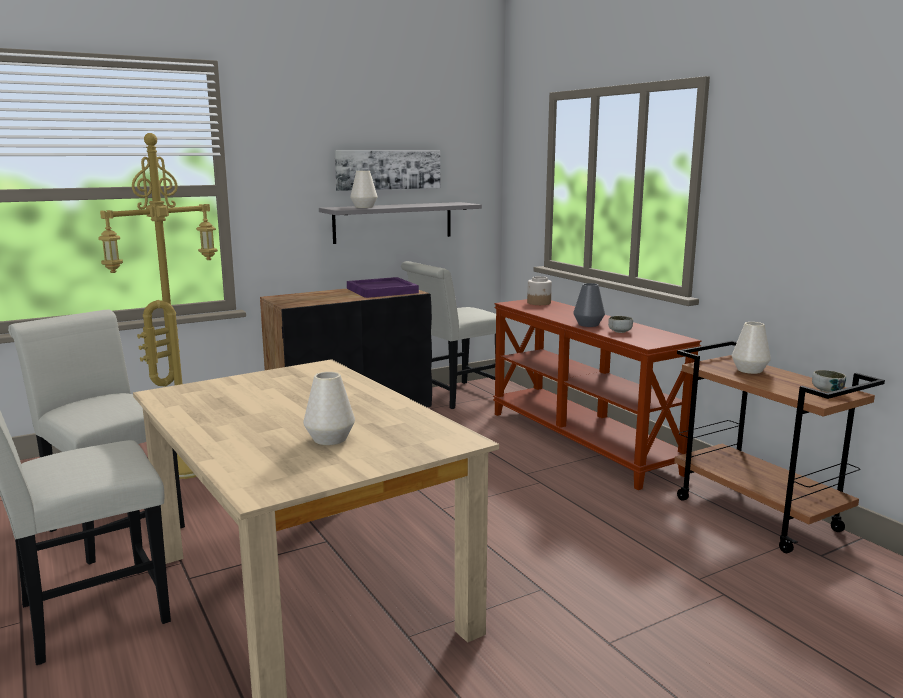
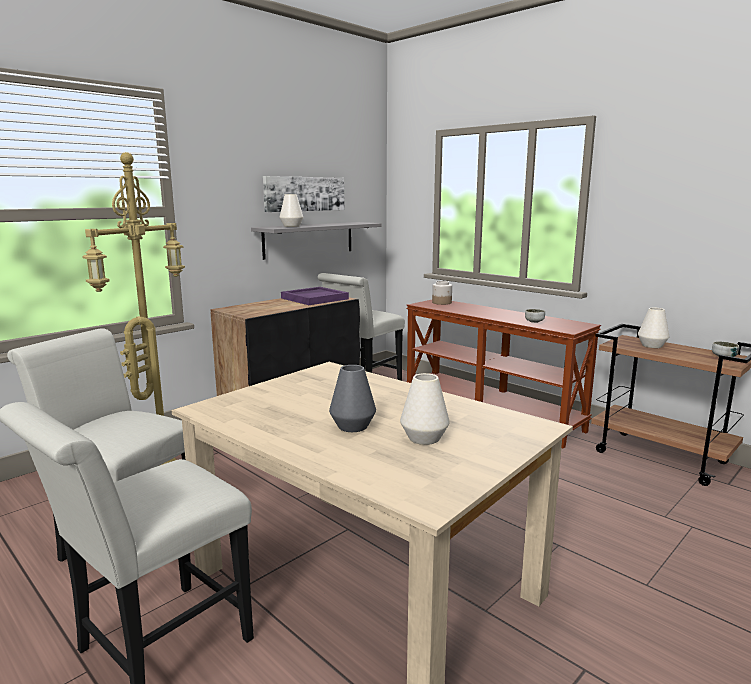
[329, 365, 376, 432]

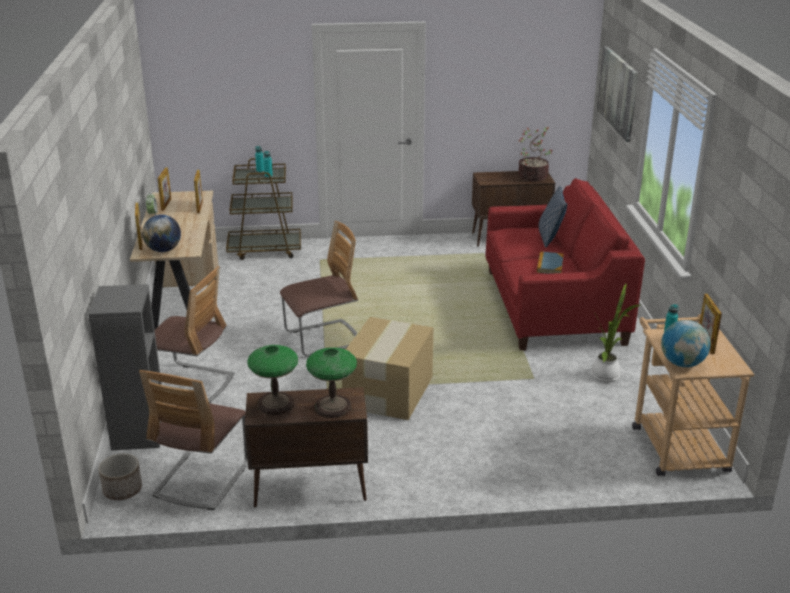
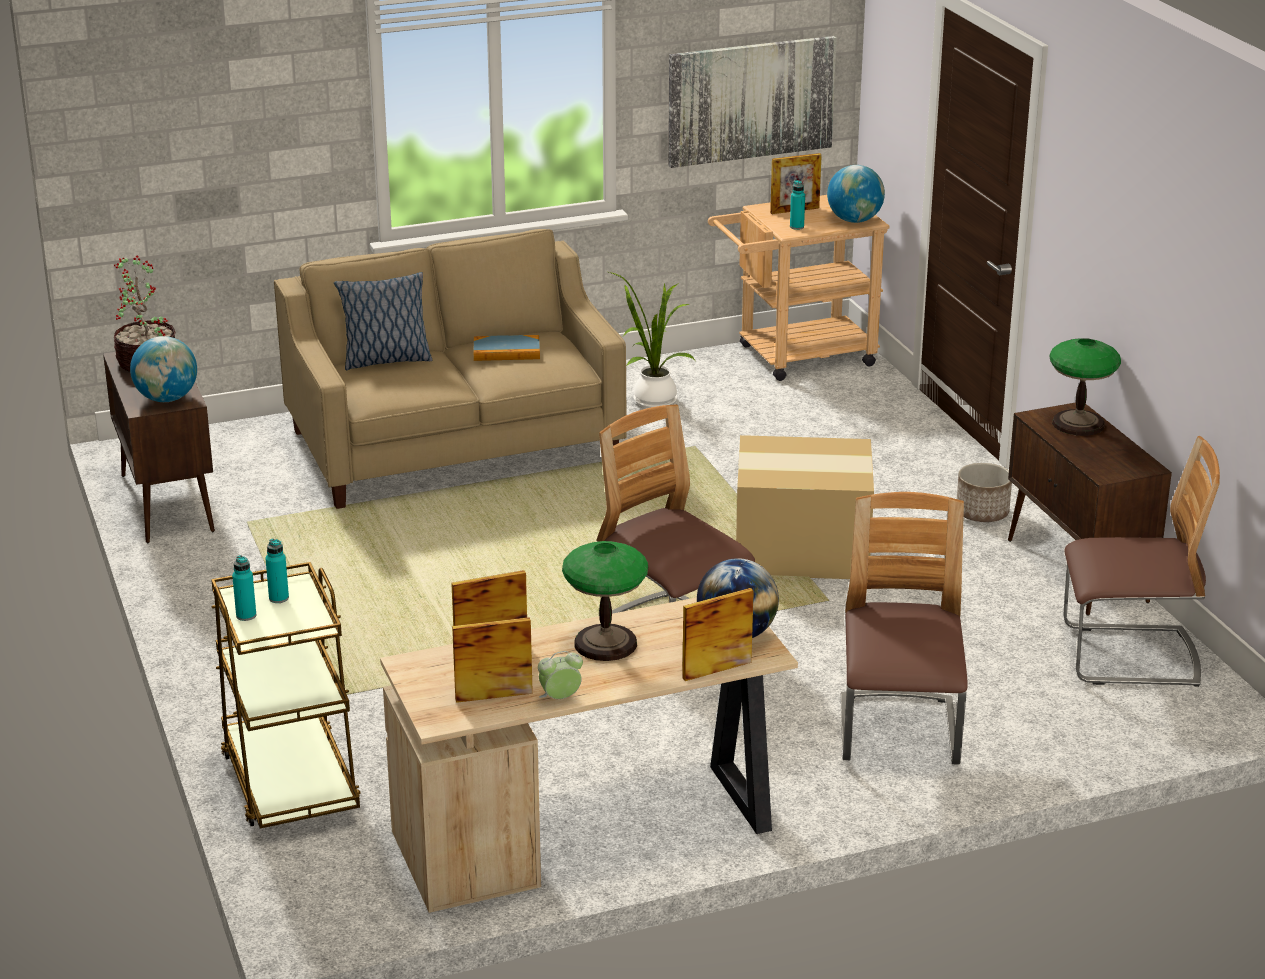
[130, 336, 197, 402]
[274, 229, 627, 509]
[562, 541, 648, 661]
[668, 36, 837, 168]
[957, 463, 1012, 522]
[88, 284, 164, 451] (first image)

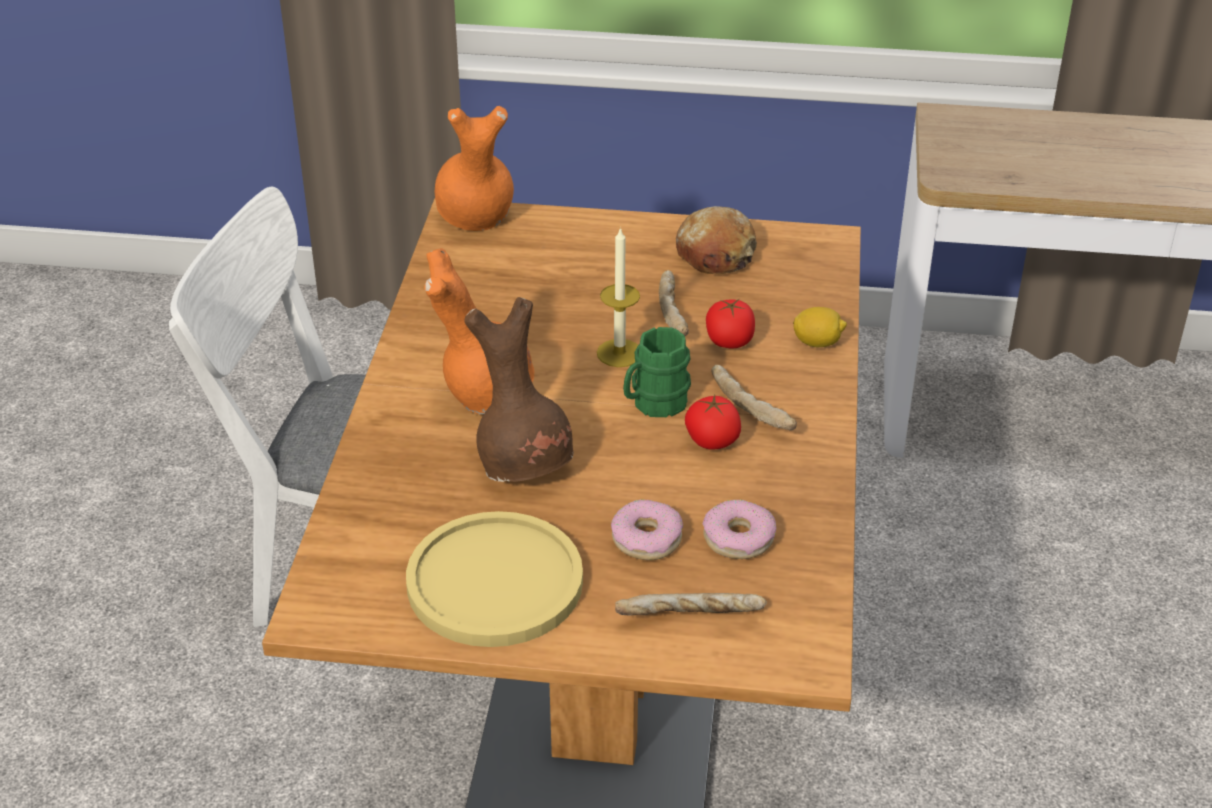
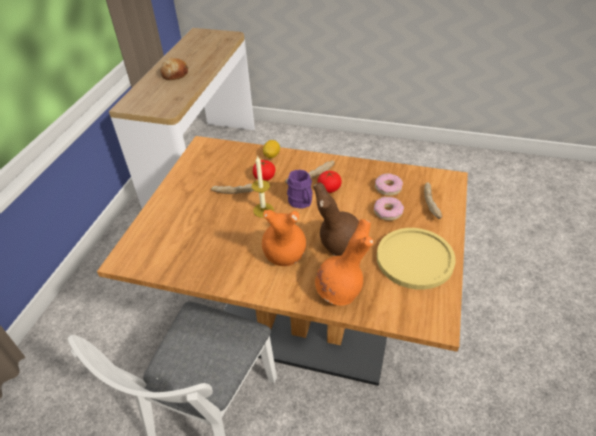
[160, 57, 188, 80]
[287, 170, 312, 209]
[315, 219, 374, 306]

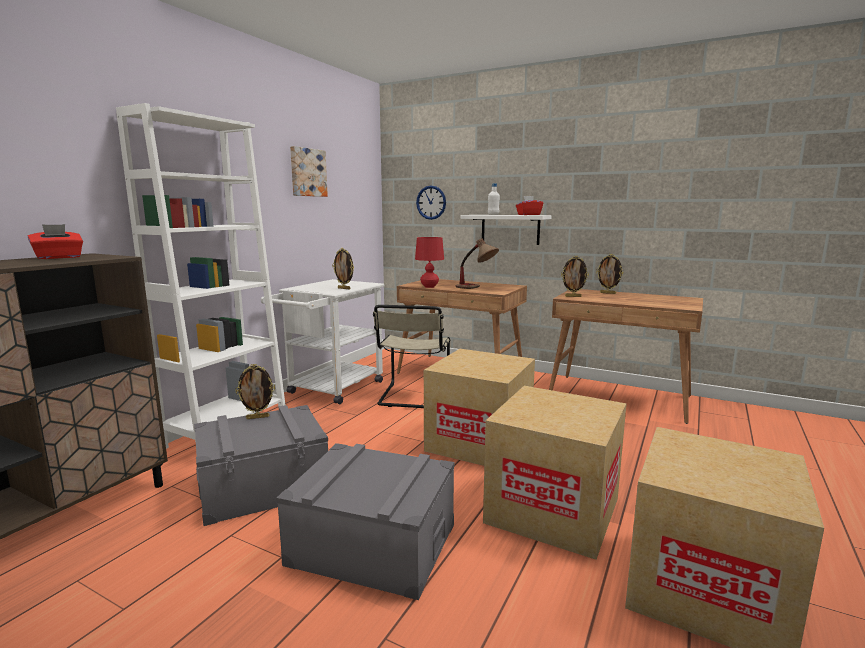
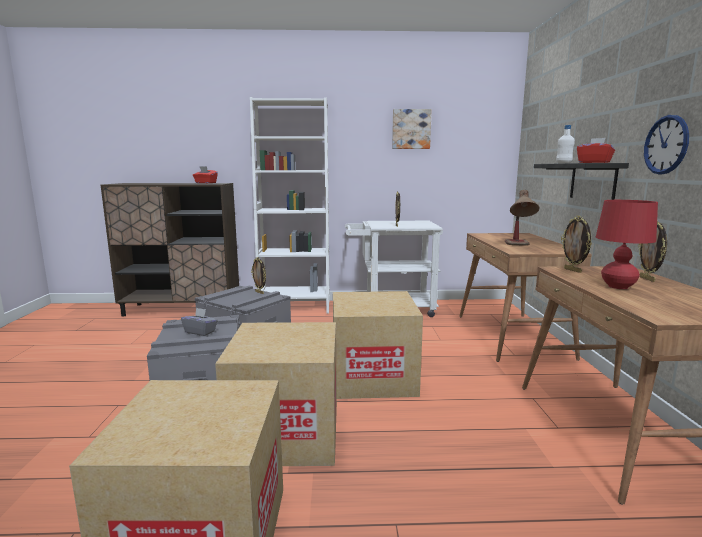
[181, 308, 218, 336]
[534, 163, 629, 200]
[596, 200, 658, 289]
[644, 115, 689, 175]
[373, 305, 451, 408] (first image)

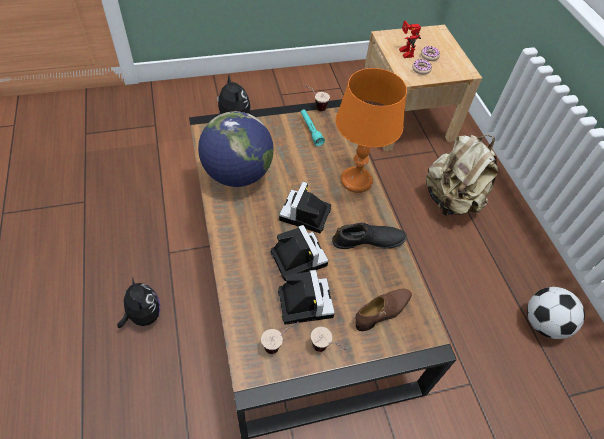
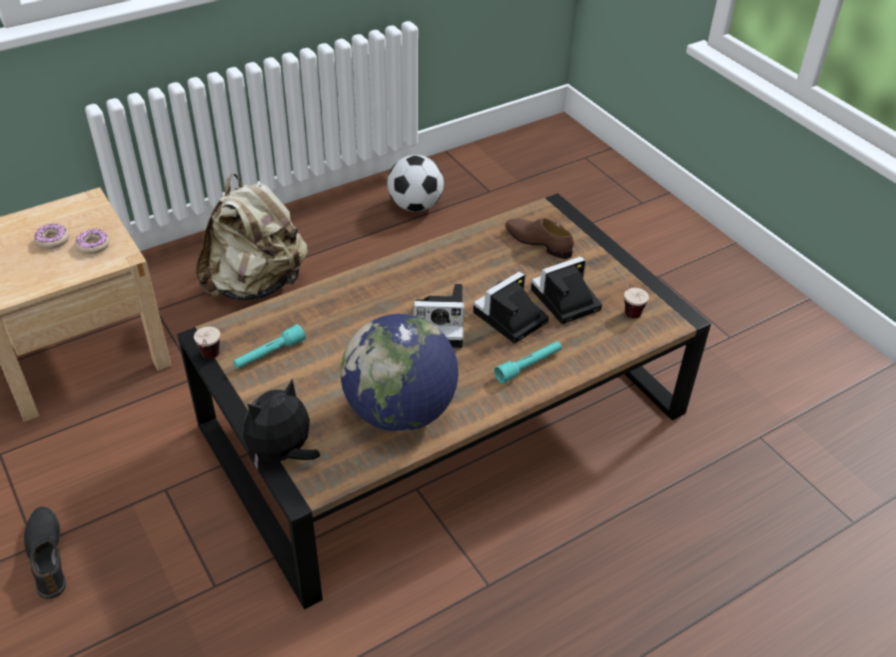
[24, 507, 66, 599]
[494, 341, 562, 384]
[117, 278, 160, 328] (first image)
[311, 327, 347, 352] (first image)
[336, 68, 407, 193] (first image)
[399, 21, 421, 58] (first image)

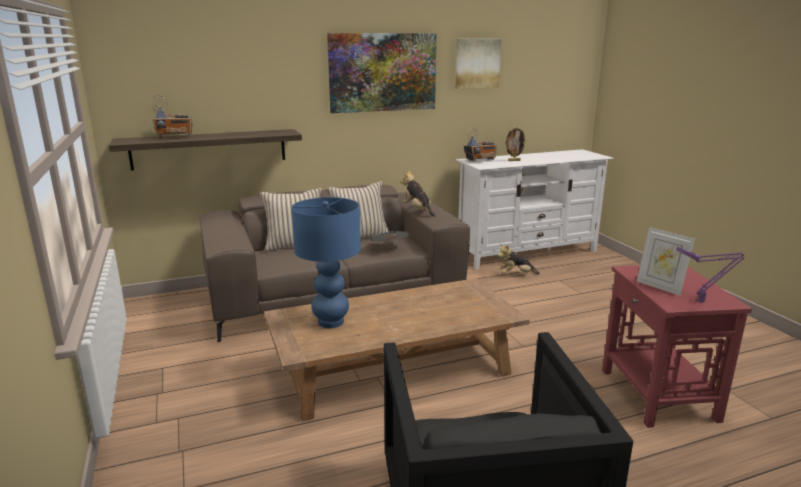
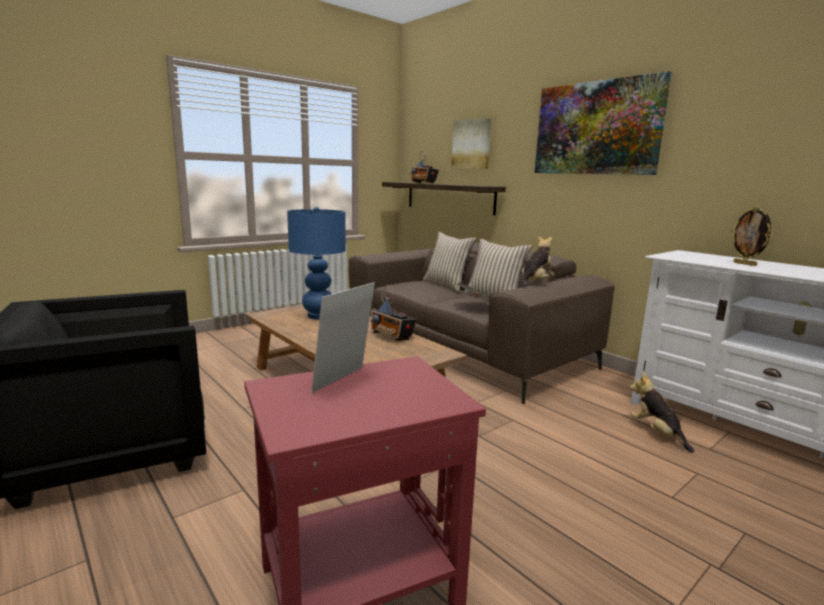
[370, 285, 416, 341]
[451, 118, 491, 169]
[676, 247, 744, 303] (first image)

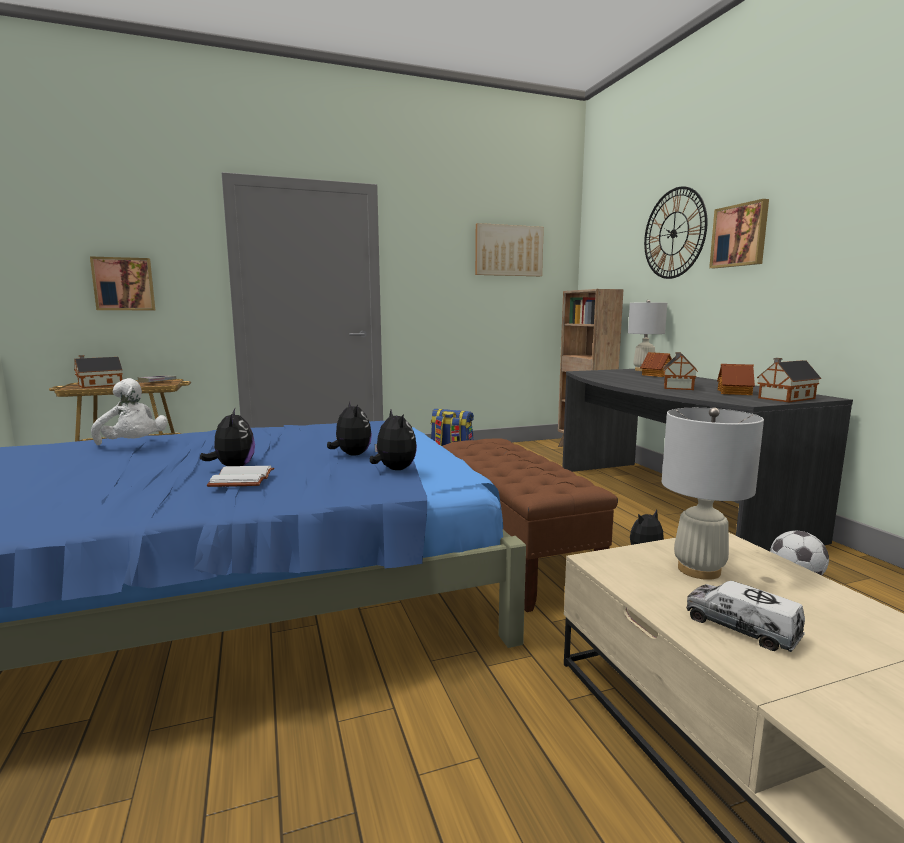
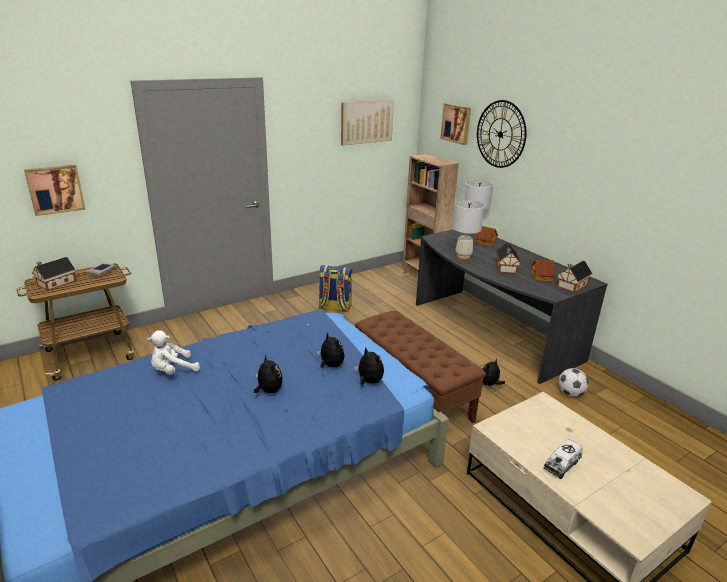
[147, 330, 200, 375]
[441, 103, 471, 145]
[452, 200, 485, 260]
[544, 439, 583, 479]
[207, 466, 274, 487] (first image)

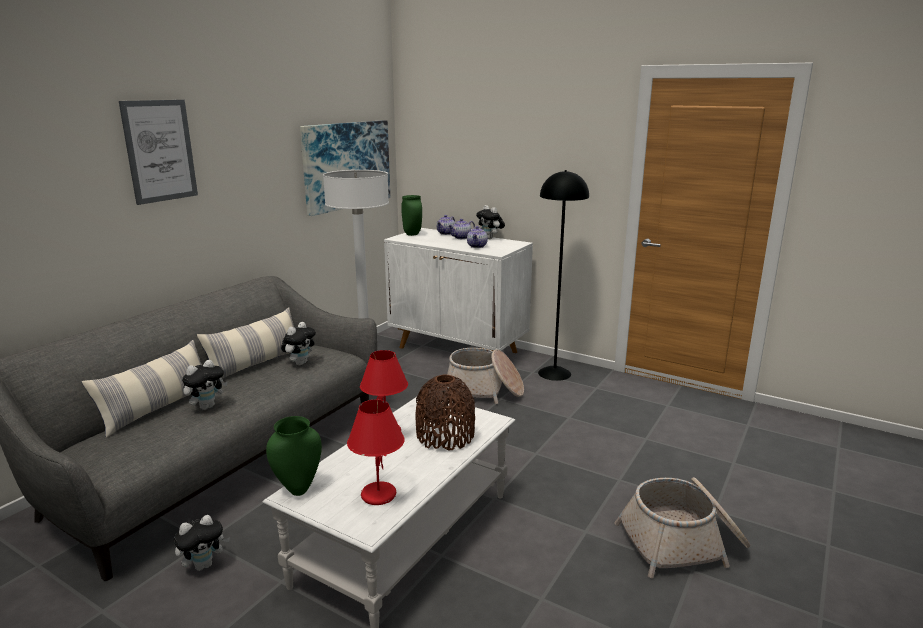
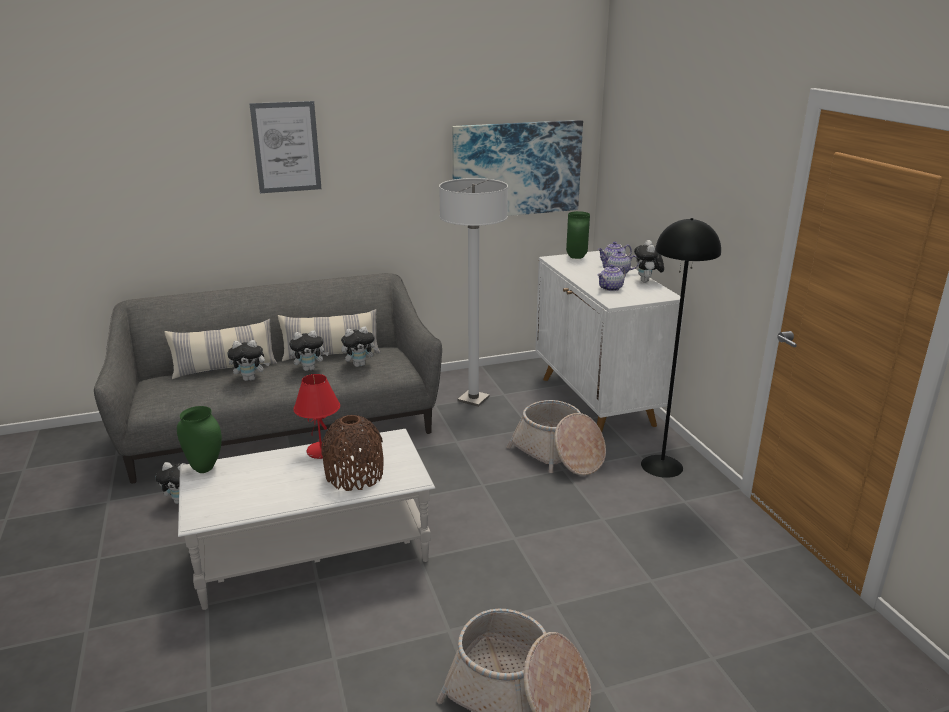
[289, 330, 329, 371]
[347, 400, 405, 505] (first image)

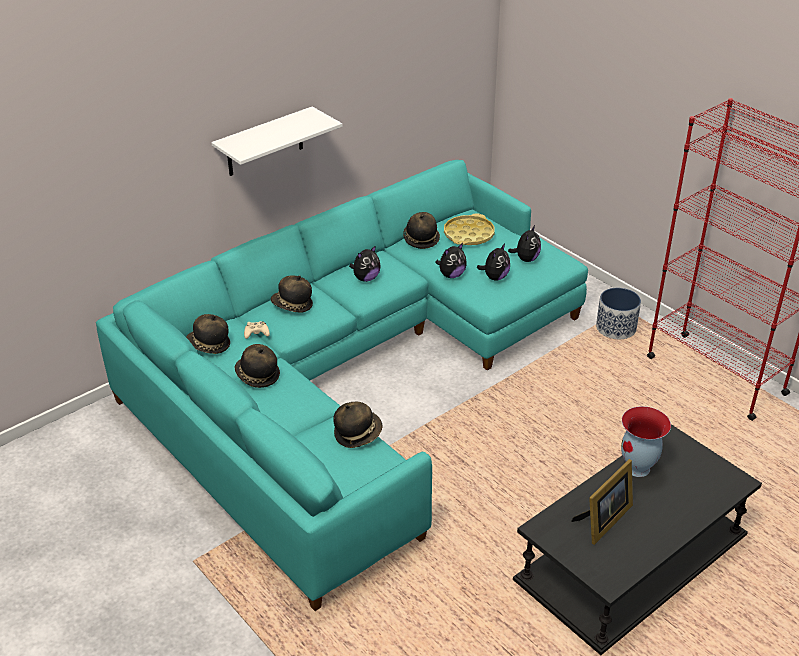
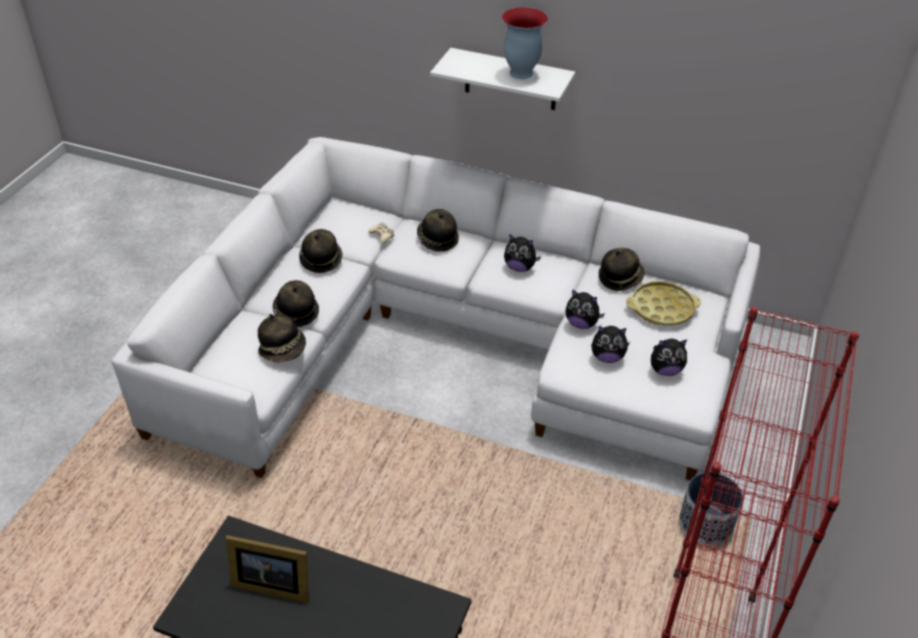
[112, 137, 760, 480]
[273, 280, 319, 327]
[502, 7, 548, 79]

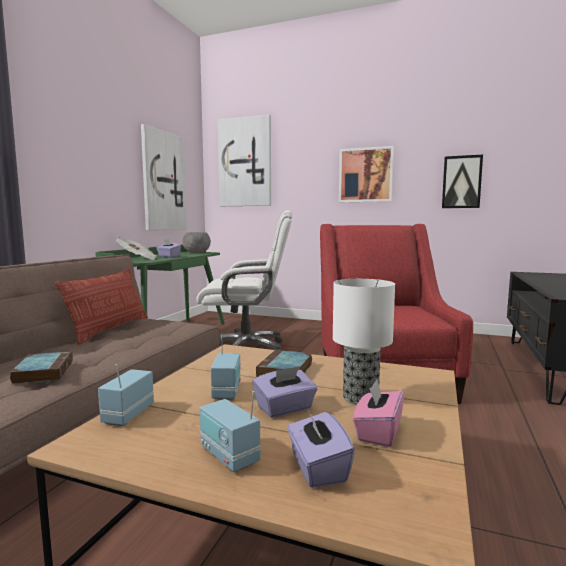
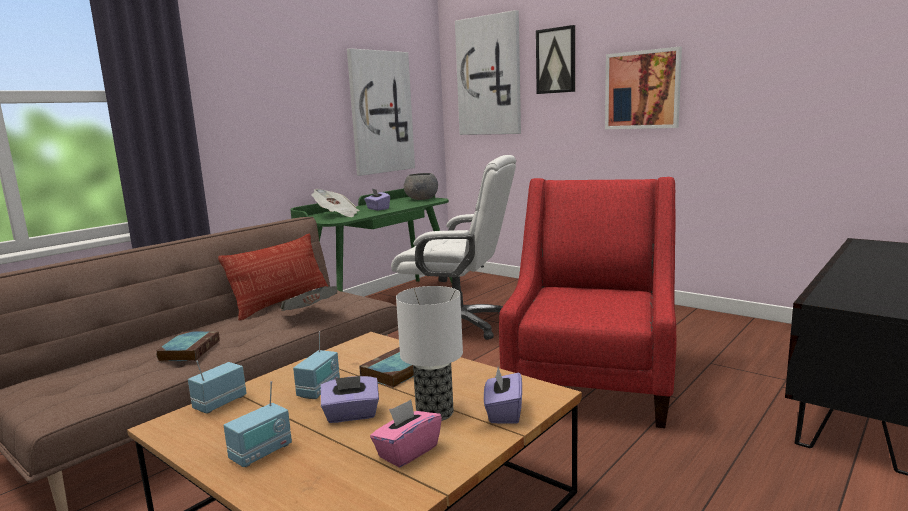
[224, 381, 292, 467]
[280, 286, 338, 311]
[484, 367, 522, 424]
[536, 25, 575, 94]

